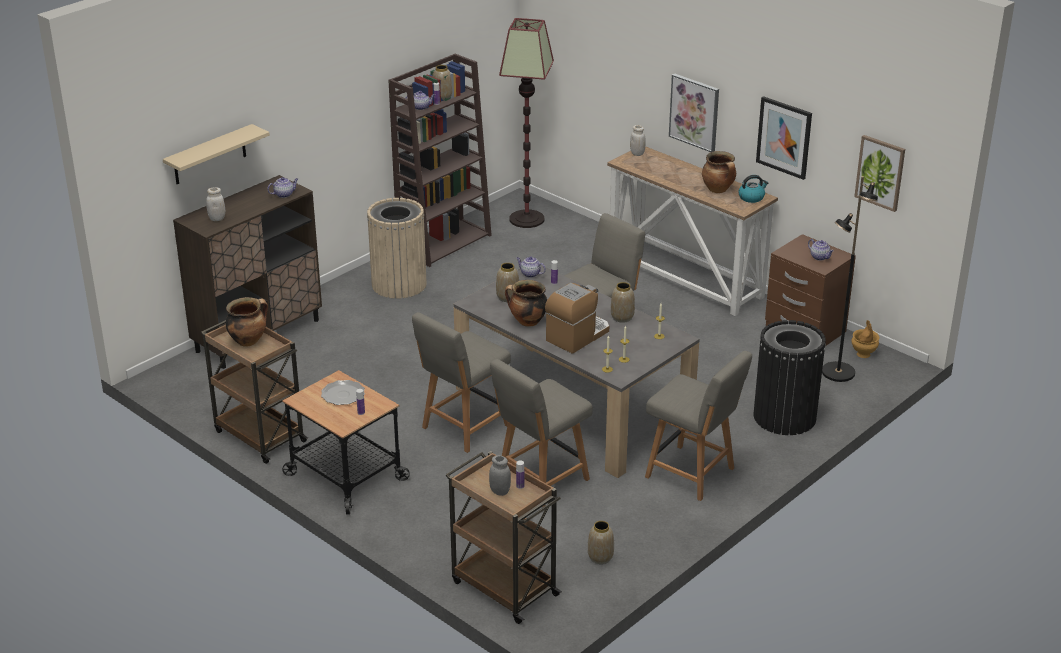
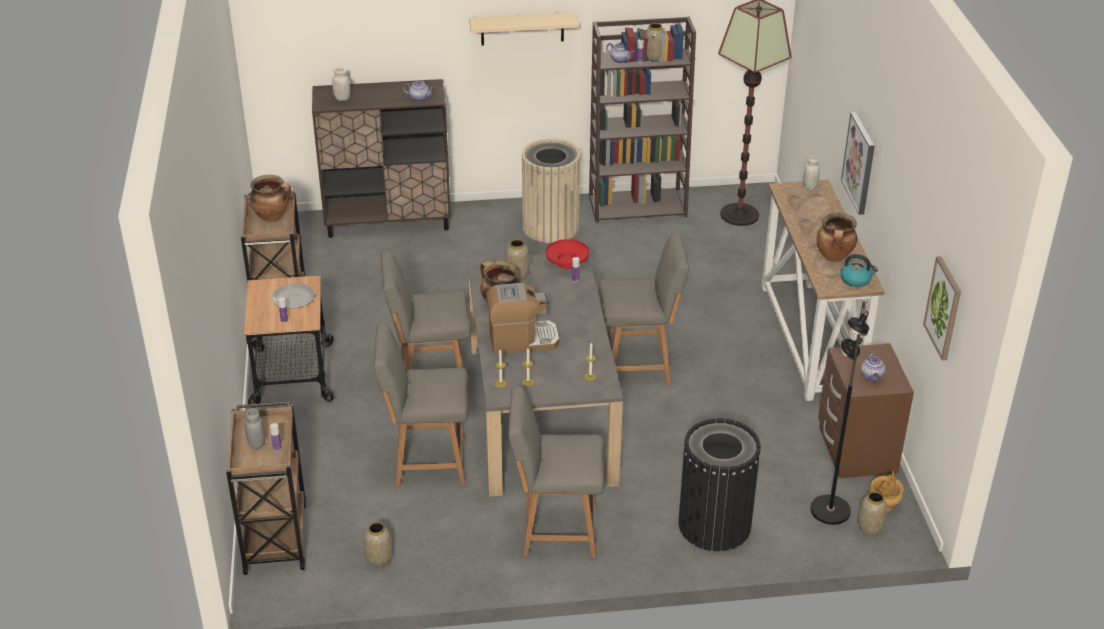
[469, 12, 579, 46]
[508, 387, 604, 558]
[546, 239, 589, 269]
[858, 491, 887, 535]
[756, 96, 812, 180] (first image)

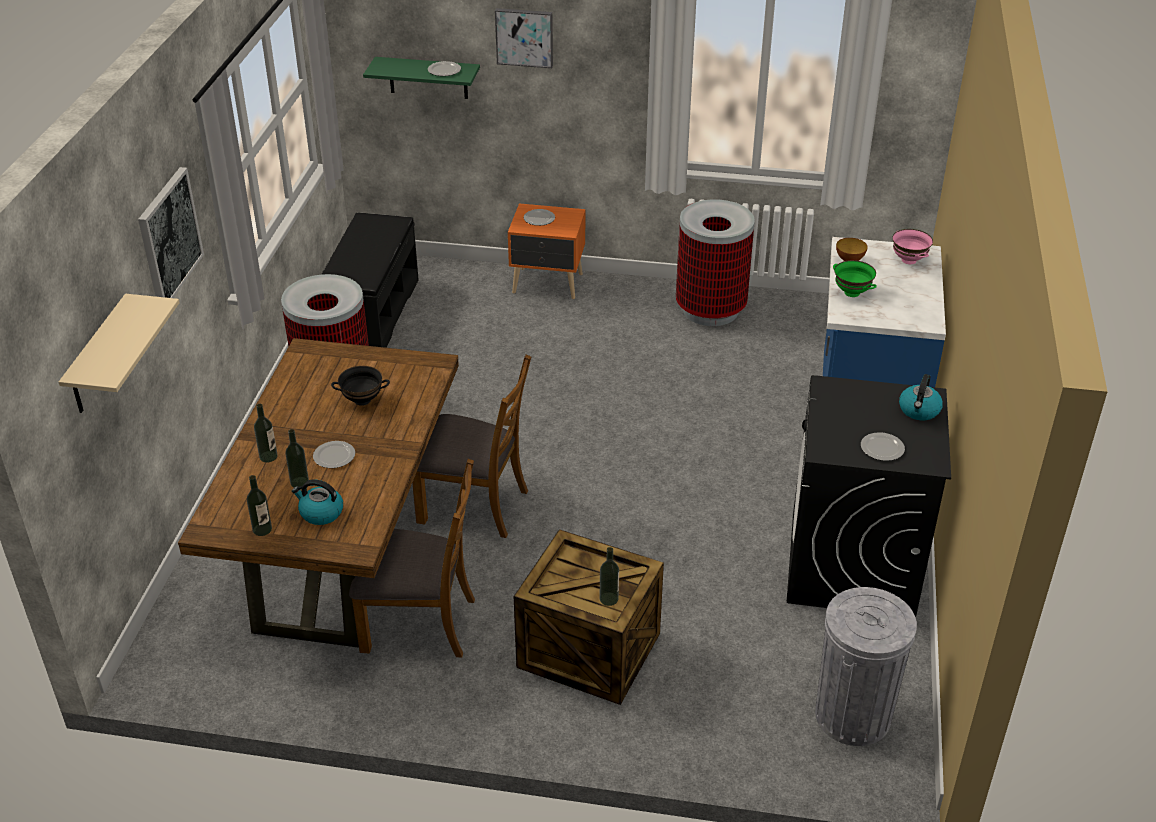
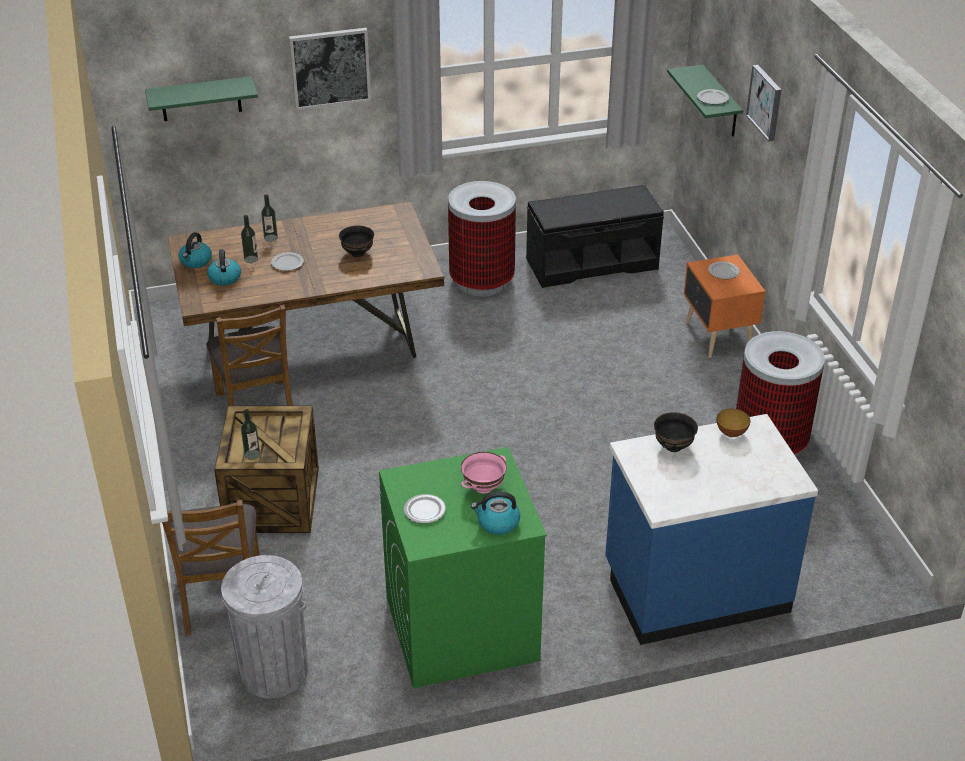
[145, 76, 258, 121]
[162, 500, 260, 636]
[179, 232, 212, 268]
[379, 447, 547, 688]
[461, 452, 507, 494]
[654, 412, 698, 452]

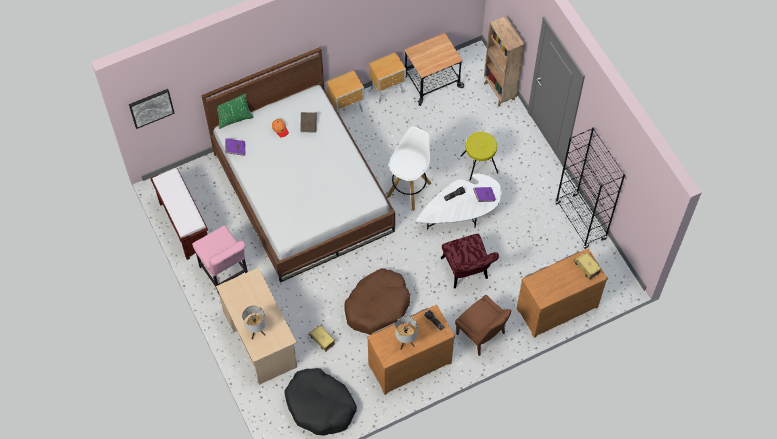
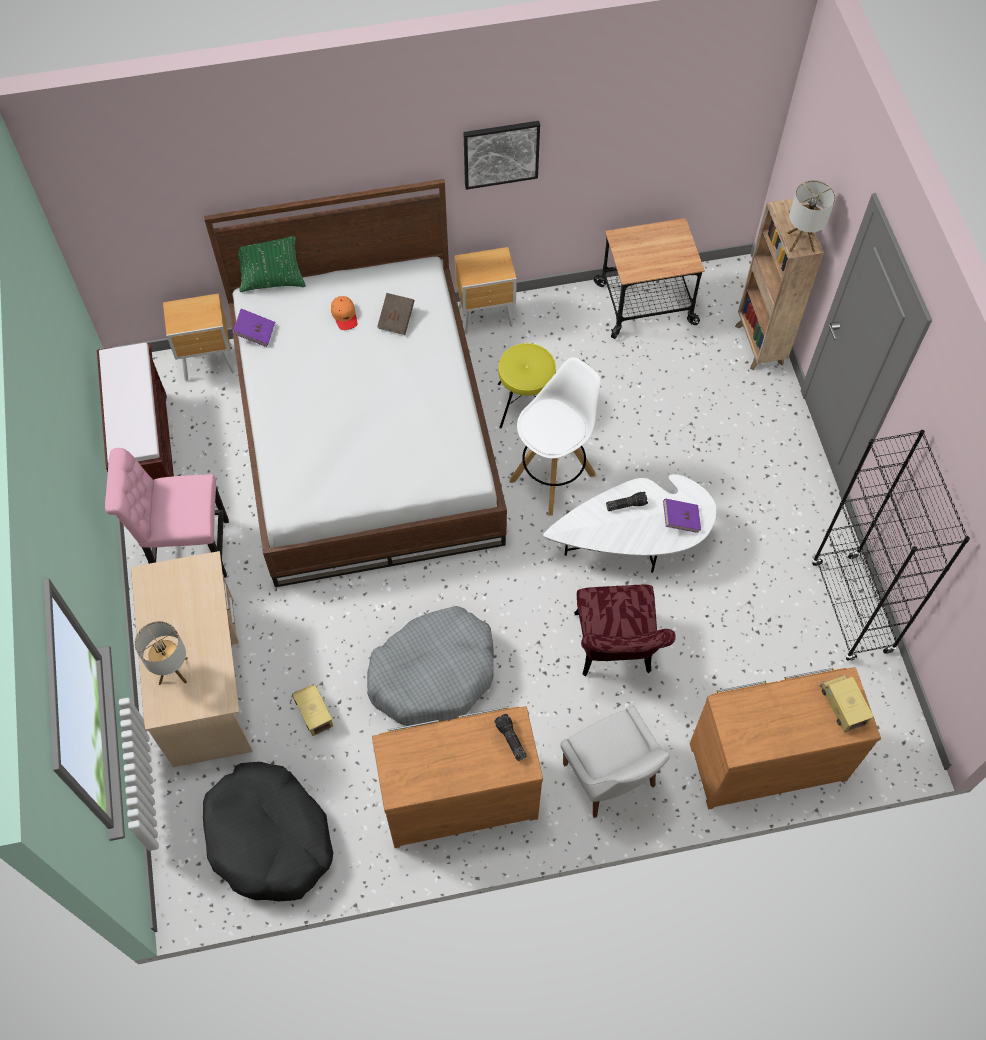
[105, 448, 229, 578]
[163, 293, 235, 381]
[367, 606, 494, 727]
[463, 121, 540, 190]
[498, 343, 556, 429]
[560, 706, 670, 818]
[787, 180, 836, 252]

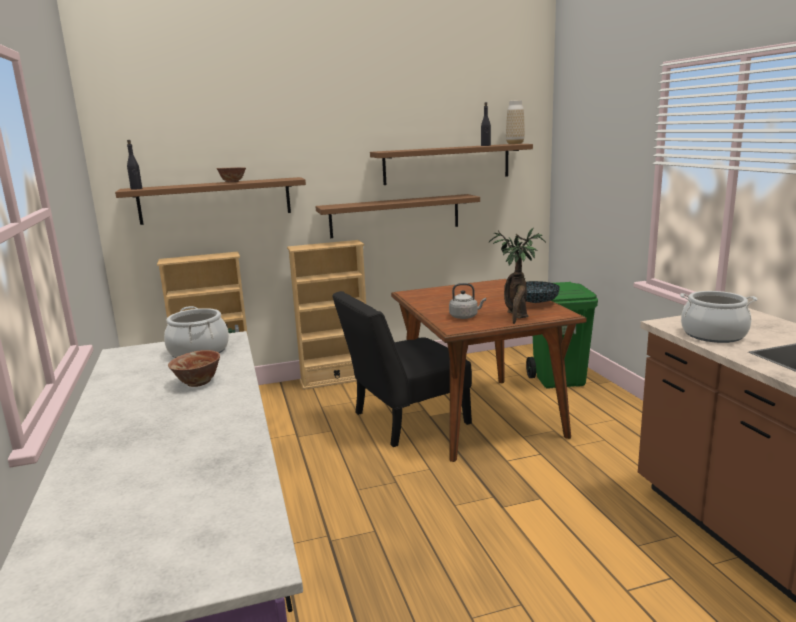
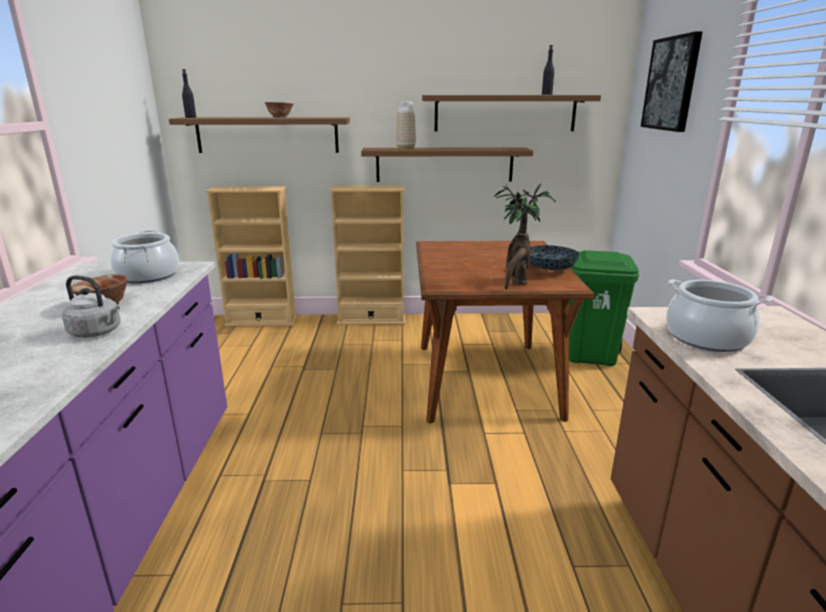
[62, 275, 121, 338]
[396, 102, 416, 150]
[641, 31, 703, 132]
[332, 291, 472, 447] (first image)

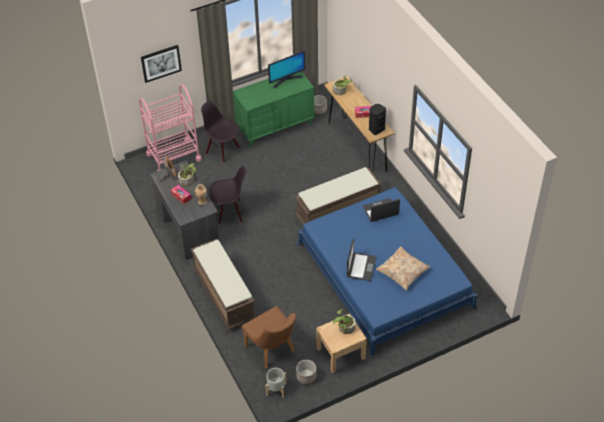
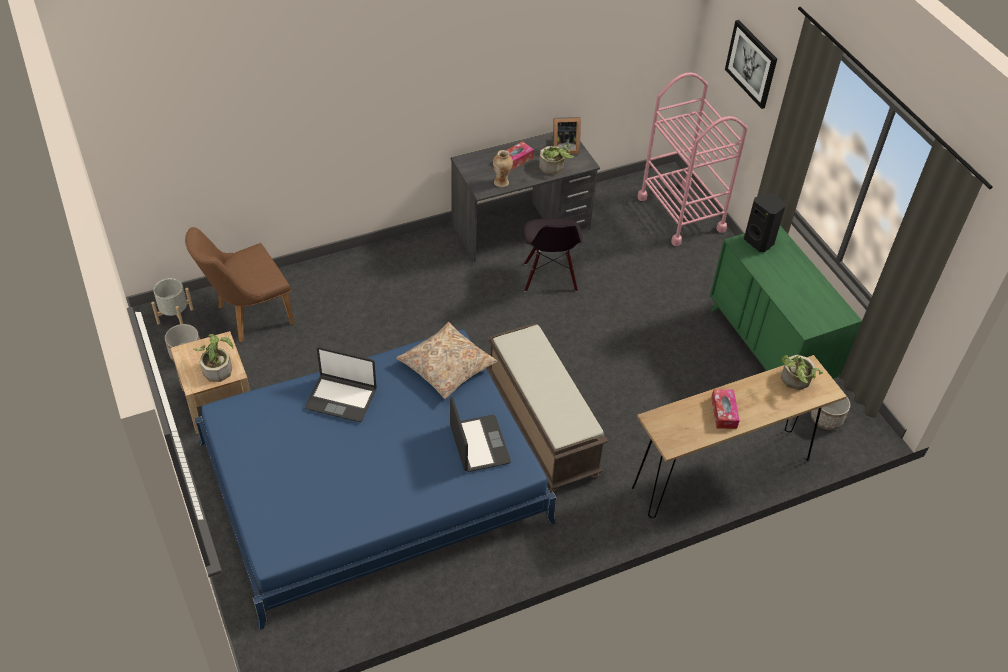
[396, 322, 497, 399]
[744, 193, 785, 252]
[190, 239, 256, 331] (first image)
[201, 101, 240, 163] (first image)
[268, 51, 305, 88] (first image)

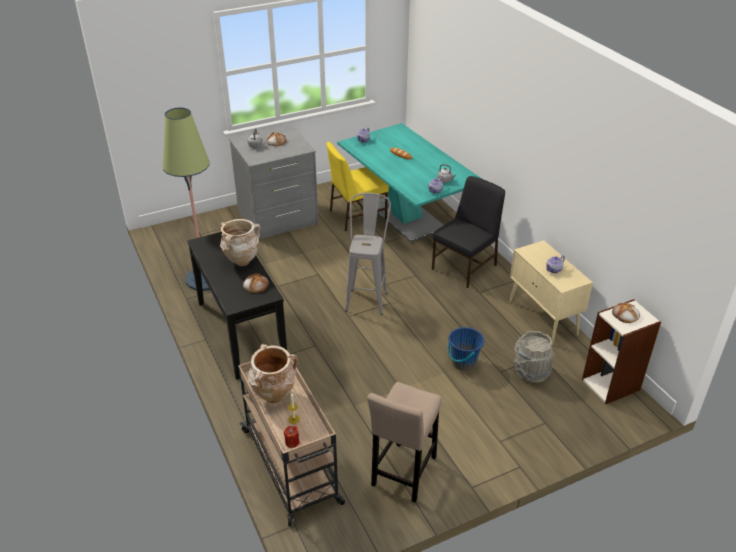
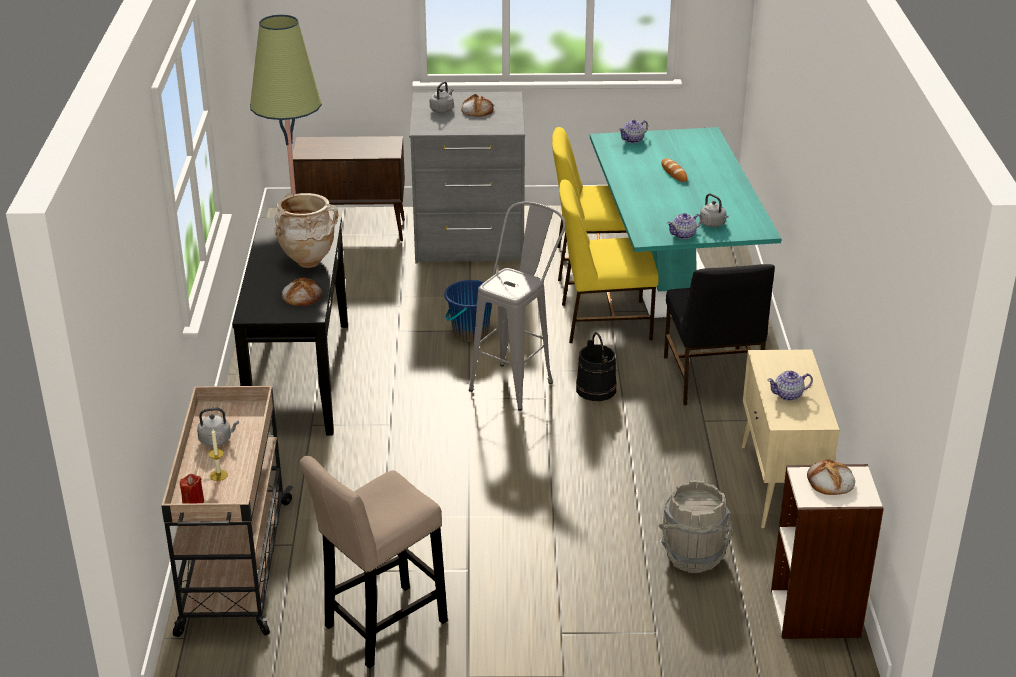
[197, 408, 239, 447]
[292, 136, 405, 242]
[444, 280, 492, 342]
[559, 180, 659, 343]
[576, 332, 617, 401]
[664, 264, 775, 405]

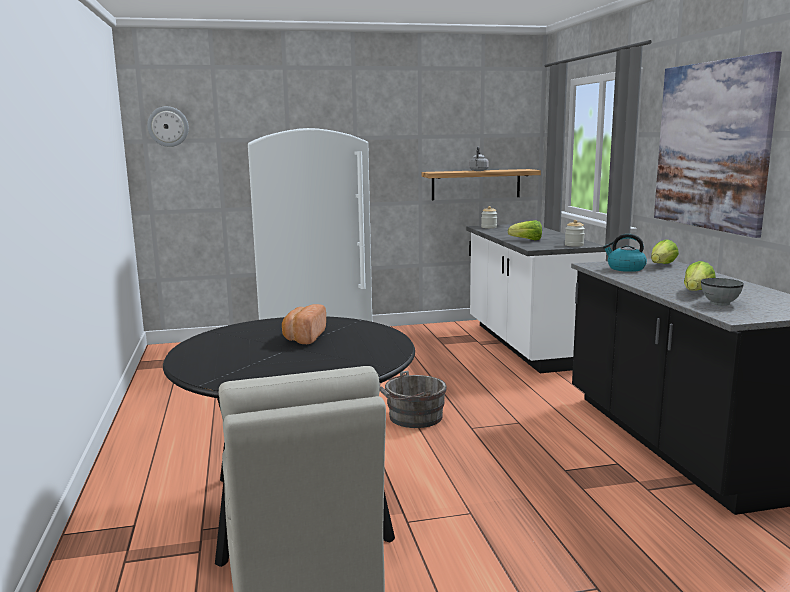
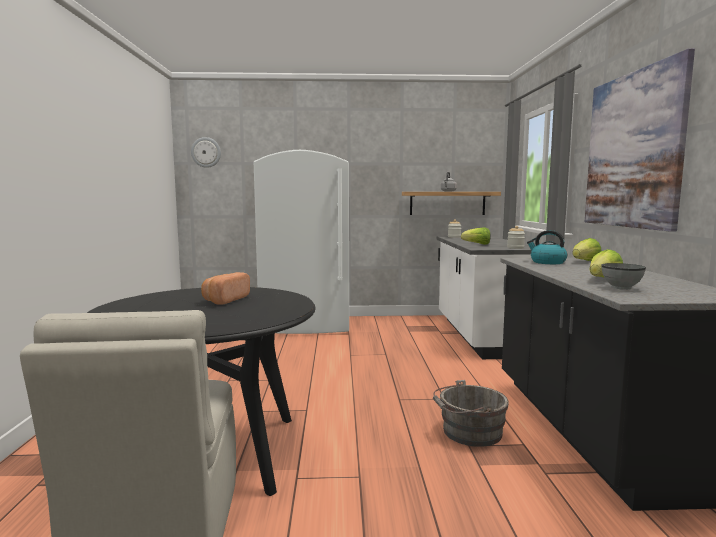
[433, 380, 509, 447]

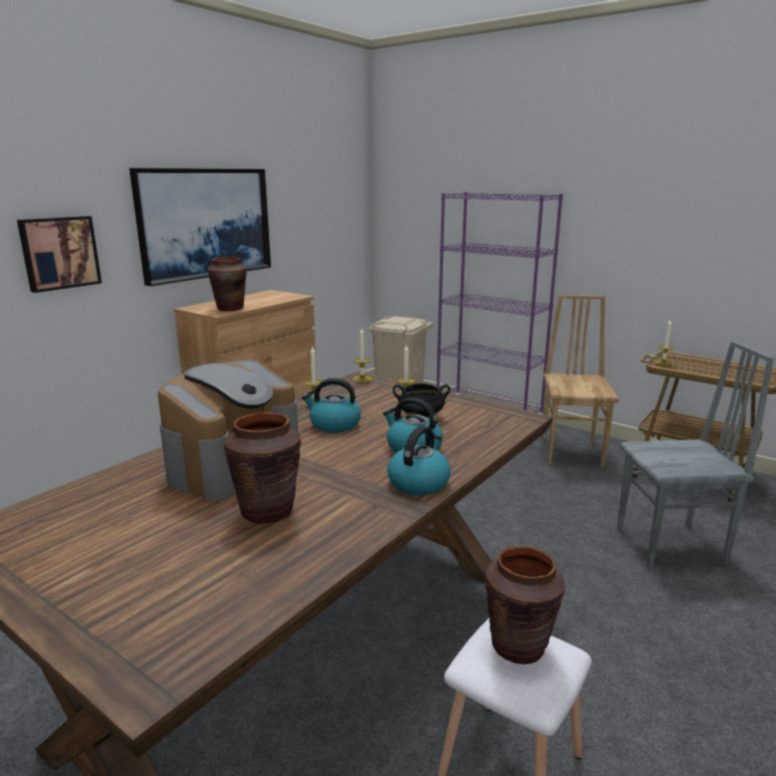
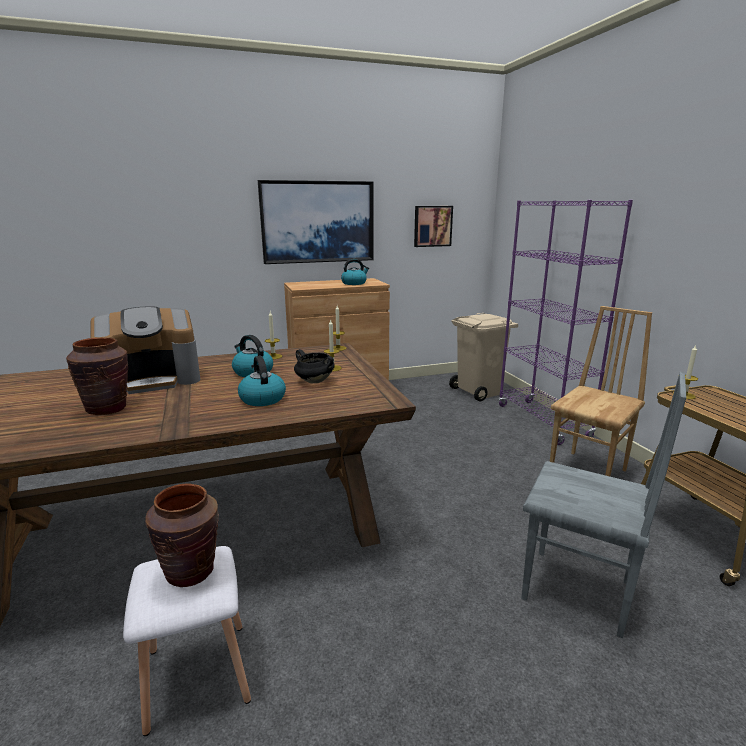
[341, 259, 369, 285]
[414, 206, 453, 247]
[208, 257, 247, 311] (first image)

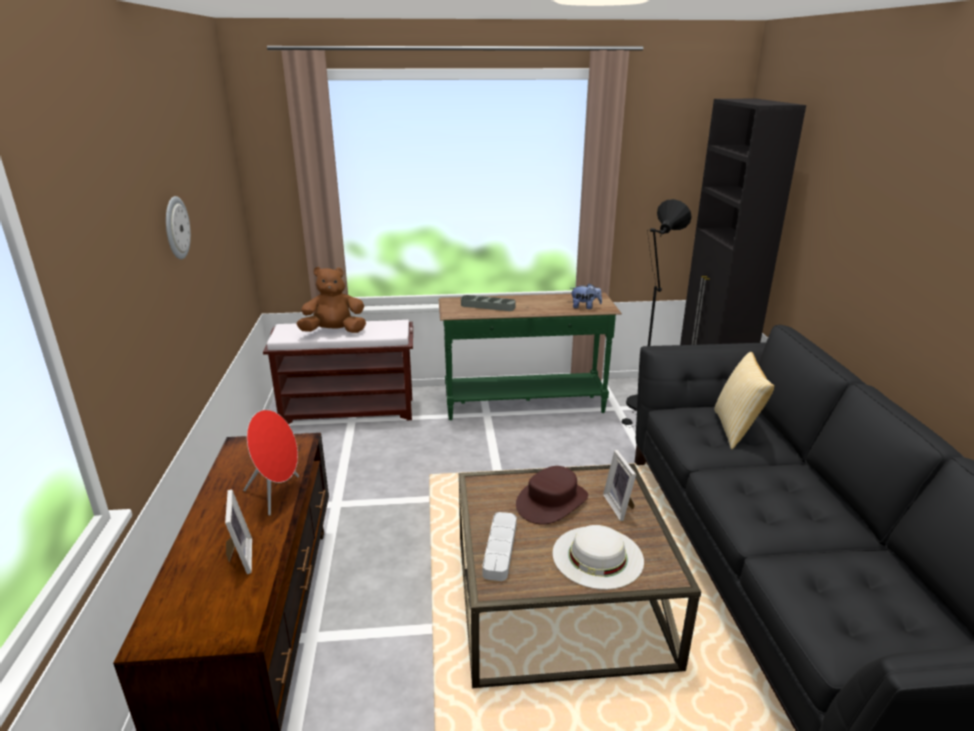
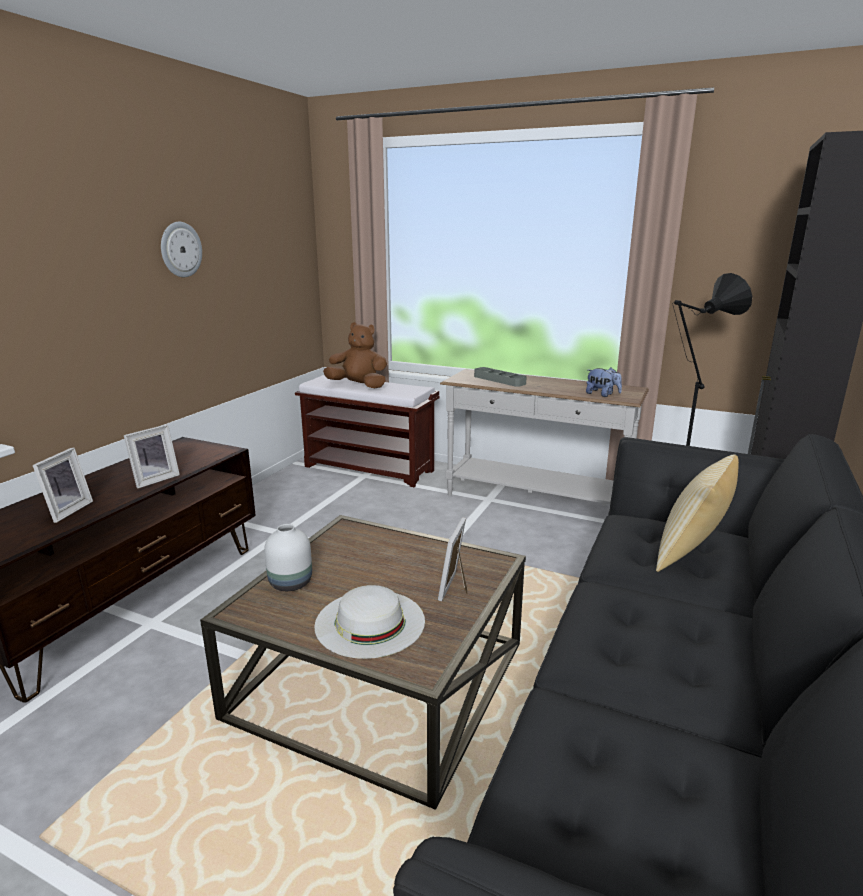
[124, 424, 180, 488]
[264, 524, 312, 591]
[440, 369, 649, 506]
[516, 466, 588, 524] (first image)

